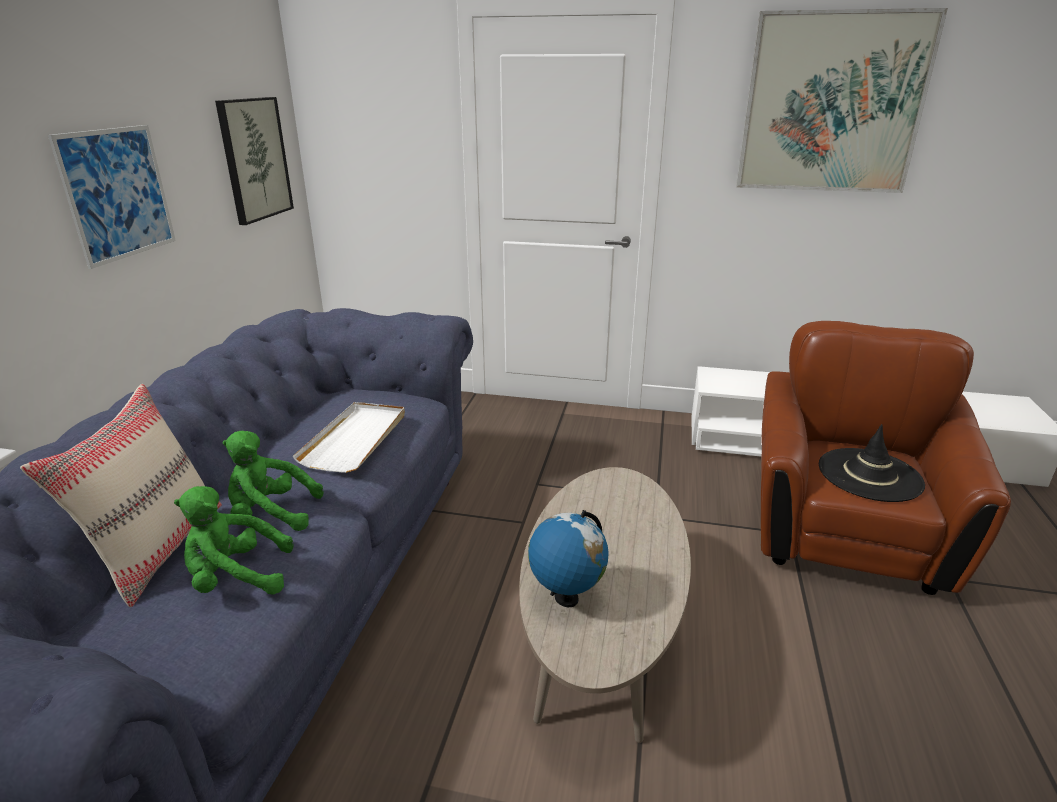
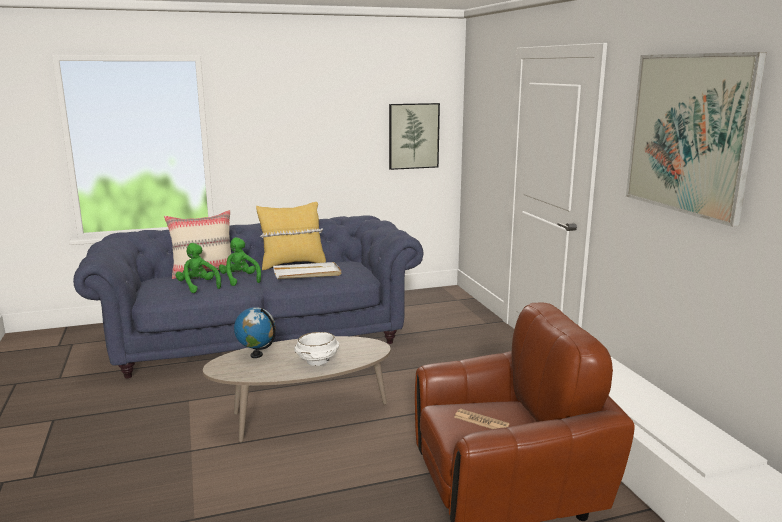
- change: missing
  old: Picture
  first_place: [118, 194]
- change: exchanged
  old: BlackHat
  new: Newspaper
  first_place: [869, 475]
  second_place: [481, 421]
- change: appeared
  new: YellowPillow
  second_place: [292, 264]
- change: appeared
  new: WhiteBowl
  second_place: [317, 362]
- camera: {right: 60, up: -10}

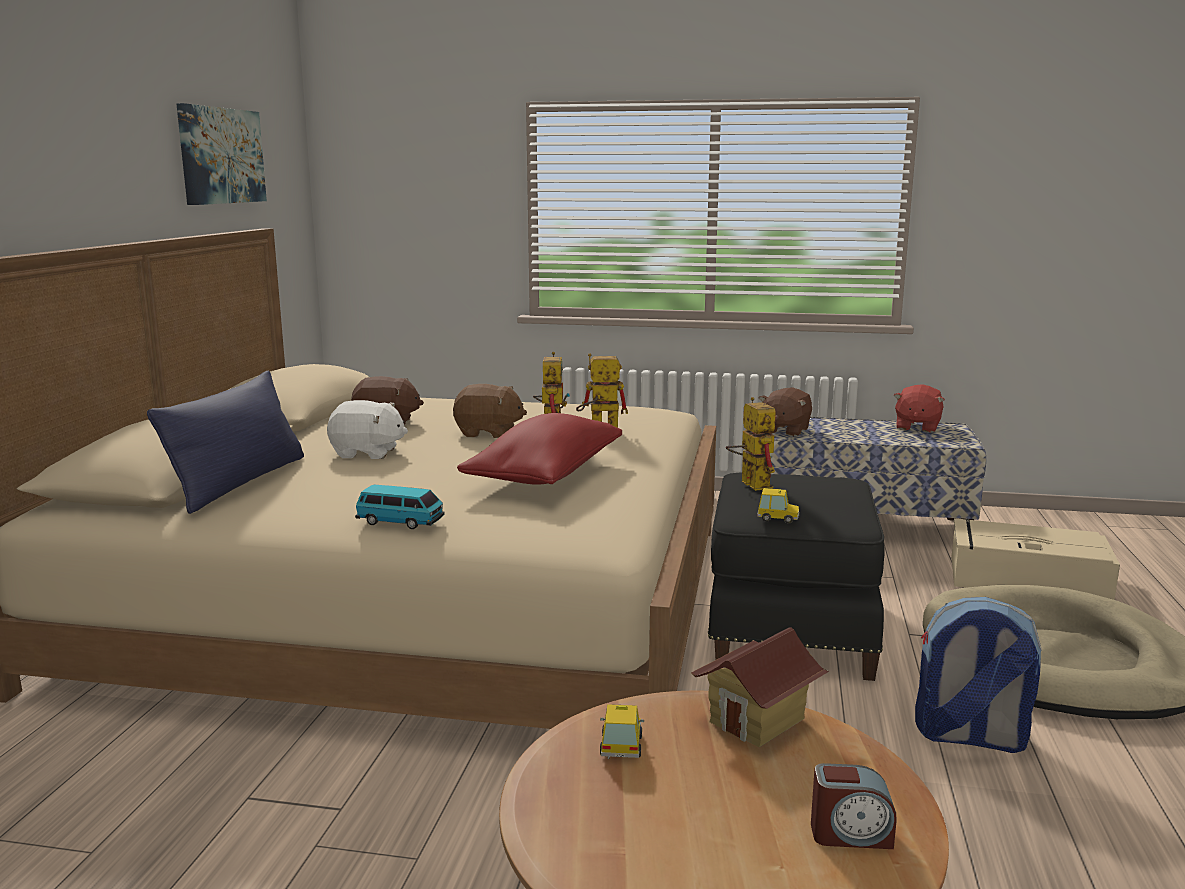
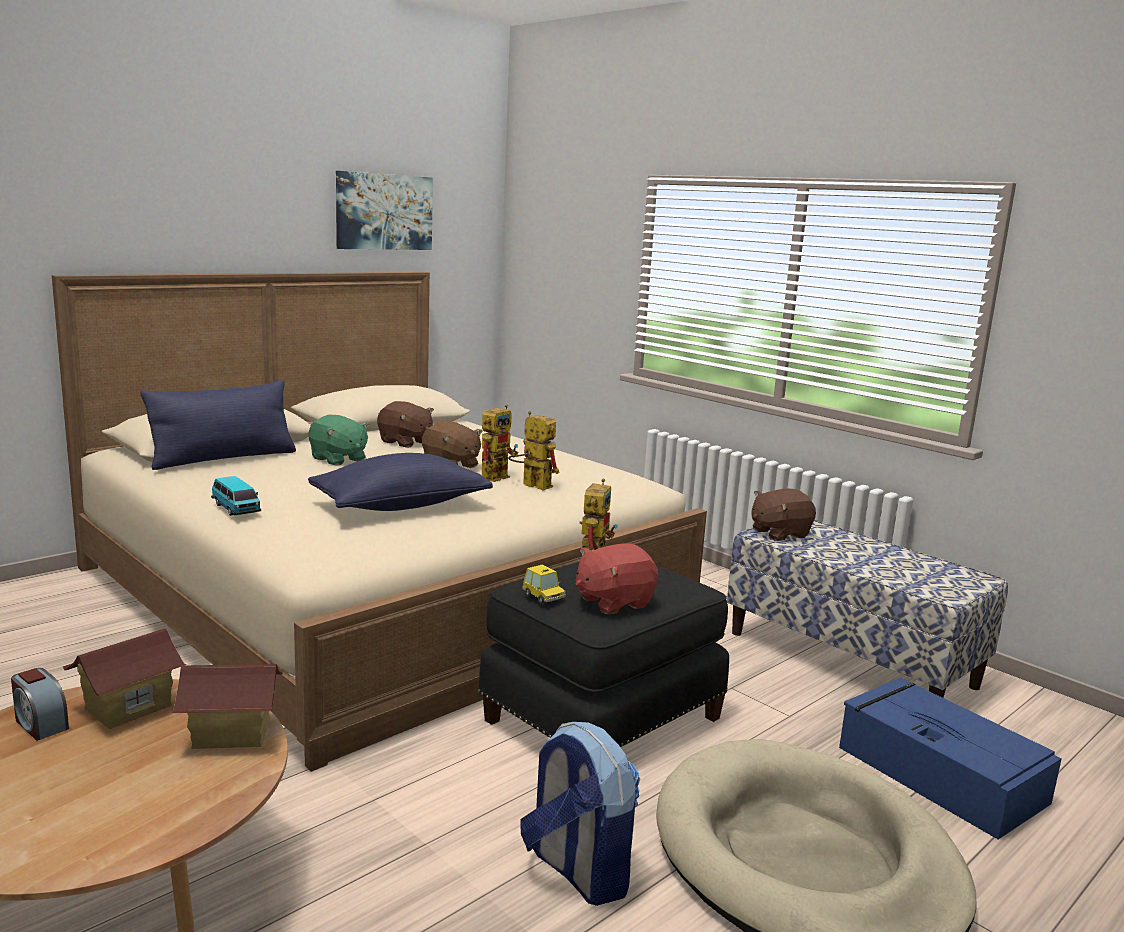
- change: colour
  old: WhitePlushToy
  new: GreenPlushToy
  first_place: [367, 453]
  second_place: [338, 459]
- change: colour
  old: RedPillow
  new: BluePillow
  first_place: [545, 476]
  second_place: [400, 506]
- change: exchanged
  old: ToyCar
  new: ToyHouse
  first_place: [621, 746]
  second_place: [128, 707]
- change: relocated
  old: AlarmClock
  first_place: [850, 834]
  second_place: [40, 724]
- change: relocated
  old: RedPlushToy
  first_place: [916, 427]
  second_place: [613, 601]
- change: colour
  old: BeigeStorageBox
  new: BlueStorageBox
  first_place: [1024, 579]
  second_place: [937, 773]
- camera: {right: 35, up: 0}

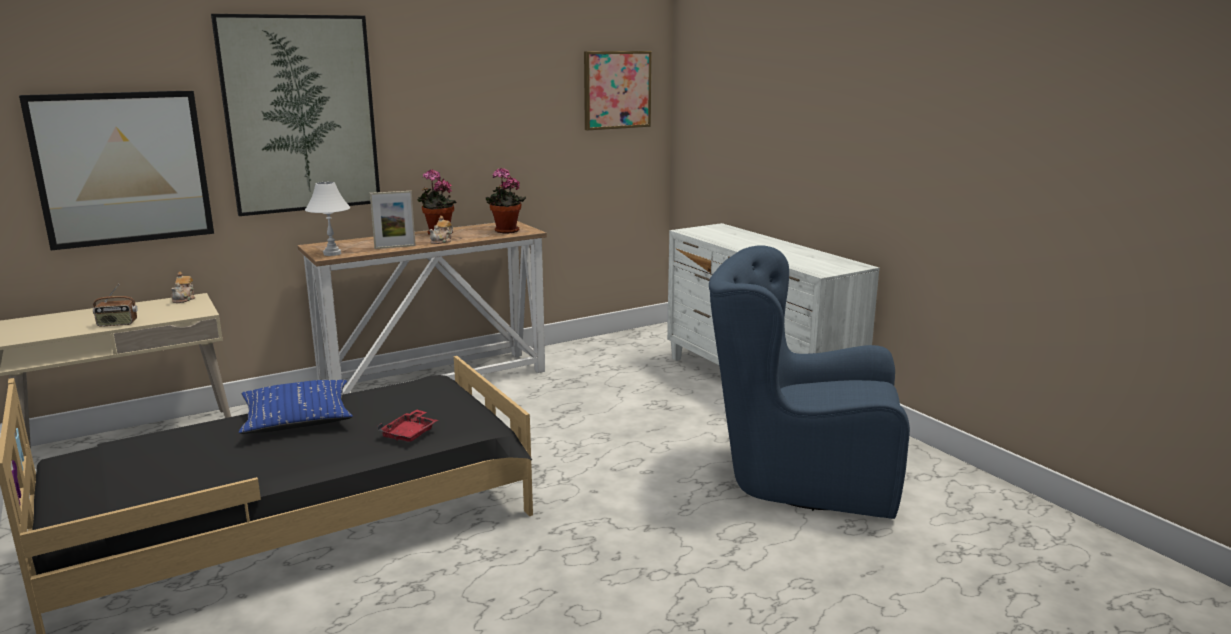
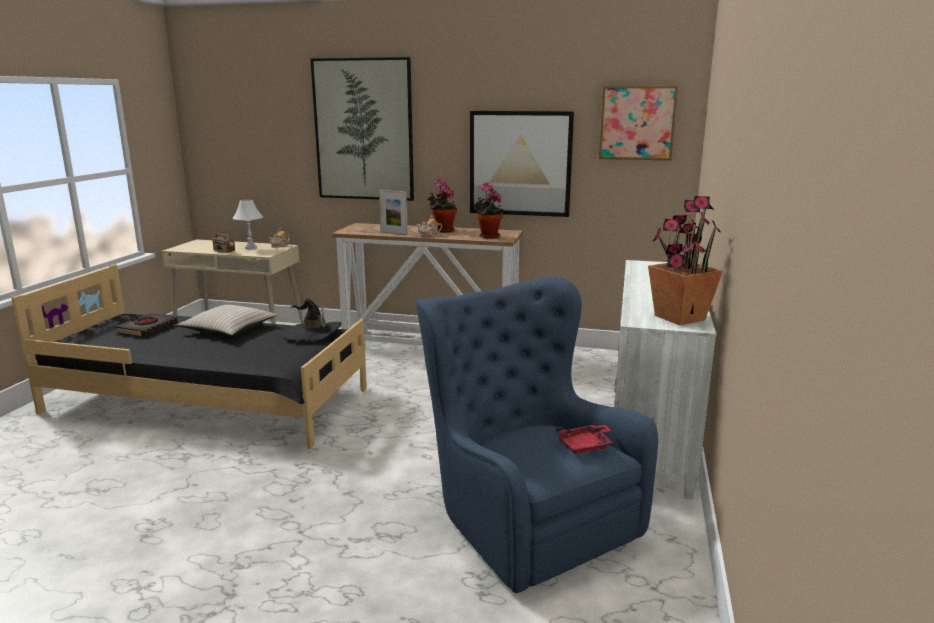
- change: relocated
  old: Picture
  first_place: [122, 168]
  second_place: [520, 163]
- change: colour
  old: BluePillow
  new: BeigePillow
  first_place: [297, 418]
  second_place: [229, 329]
- change: relocated
  old: WhiteTableLamp
  first_place: [332, 253]
  second_place: [251, 248]
- change: relocated
  old: RedTray
  first_place: [410, 433]
  second_place: [585, 446]
- change: appeared
  new: BlackBook
  second_place: [147, 329]
- change: appeared
  new: BlackHat
  second_place: [312, 334]
- change: appeared
  new: PottedPlant
  second_place: [679, 317]
- camera: {right: 45, up: 0}

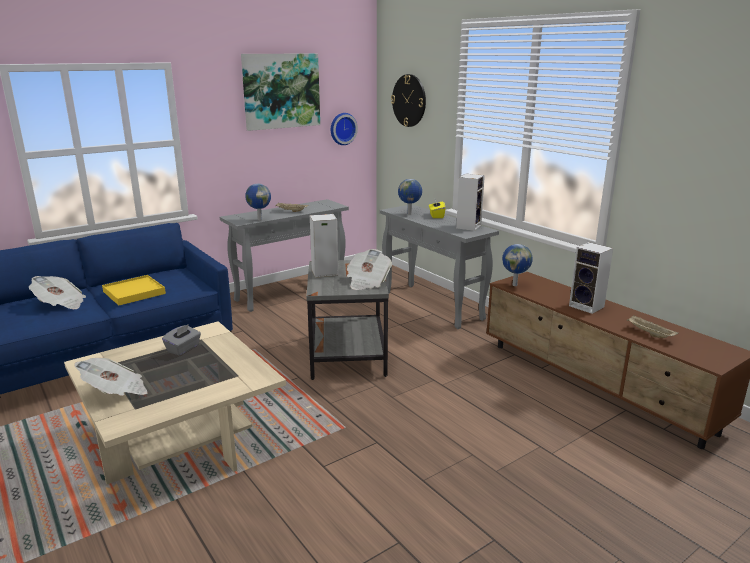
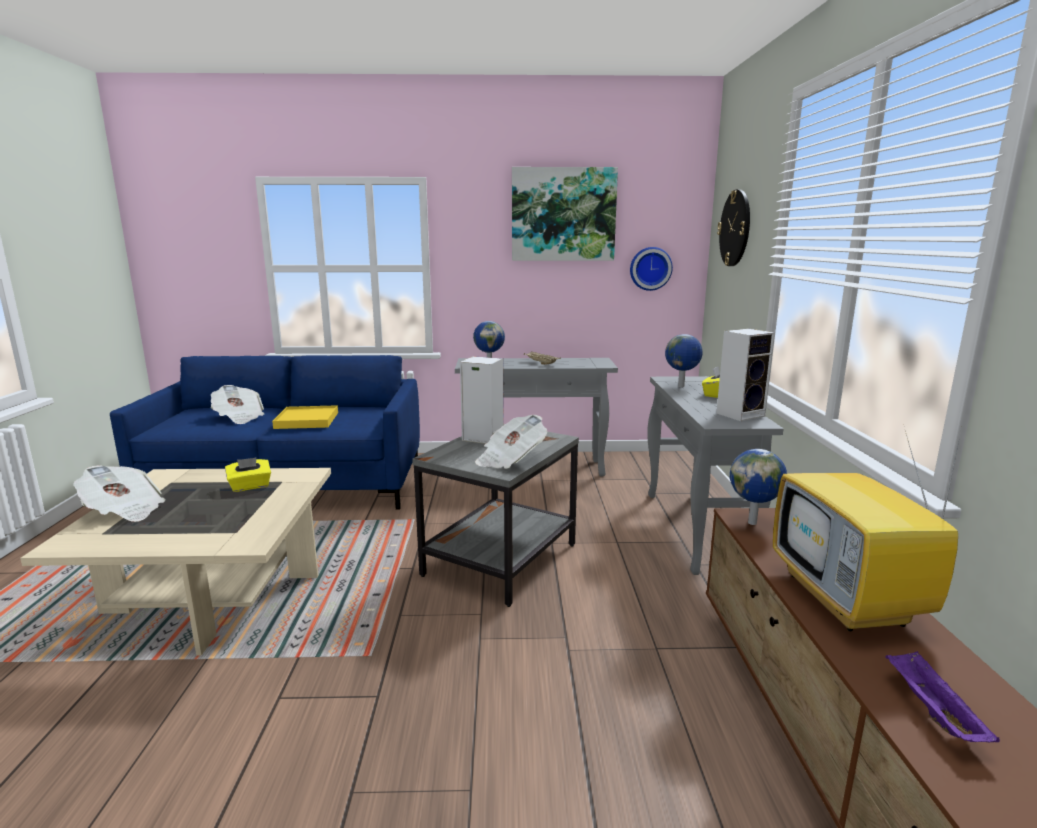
- change: colour
  old: GreyTissueBox
  new: YellowTissueBox
  first_place: [183, 349]
  second_place: [250, 486]
- change: exchanged
  old: Speaker
  new: Television
  first_place: [588, 306]
  second_place: [849, 601]
- change: colour
  old: BeigeTray
  new: PurpleTray
  first_place: [649, 334]
  second_place: [931, 710]
- camera: {right: 35, up: -5}

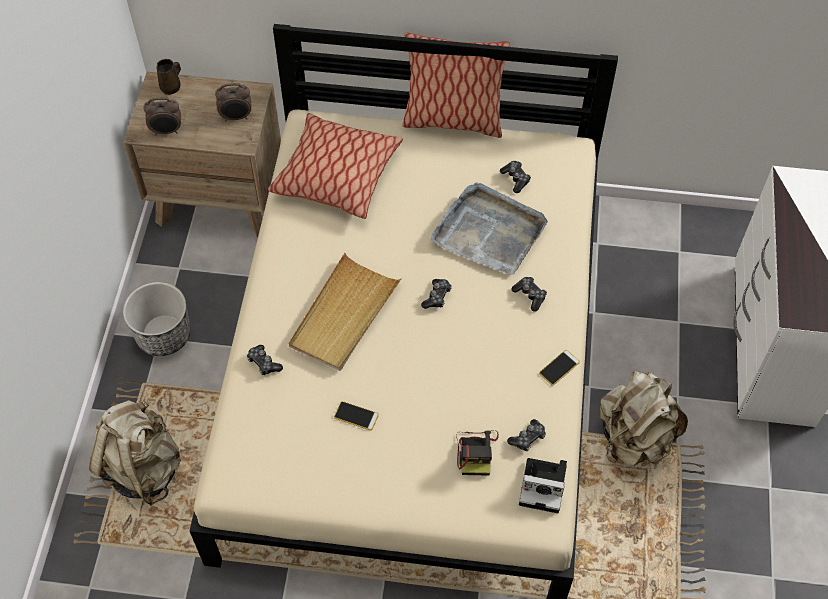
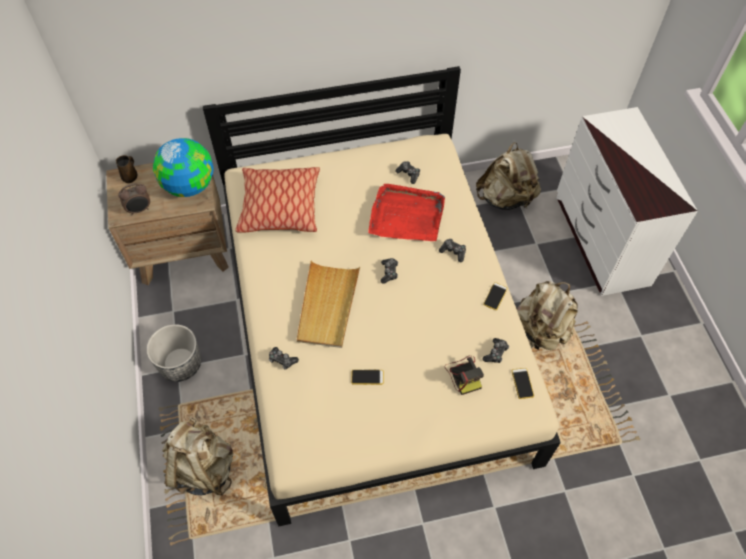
- change: exchanged
  old: AlarmClock
  new: Globe
  first_place: [236, 117]
  second_place: [189, 185]
- change: missing
  old: Pillow
  first_place: [452, 120]
- change: colour
  old: GreyTray
  new: RedTray
  first_place: [489, 231]
  second_place: [406, 215]
- change: exchanged
  old: PhotoCamera
  new: Phone
  first_place: [545, 486]
  second_place: [522, 383]
- change: appeared
  new: BeigeBackpack
  second_place: [505, 198]
- camera: {right: -20, up: 0}

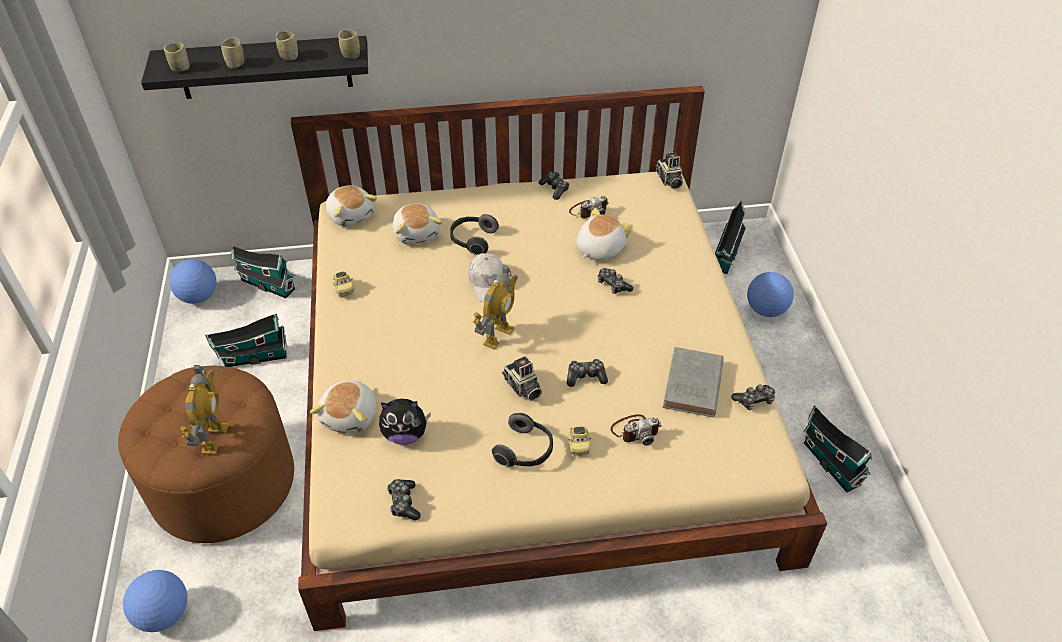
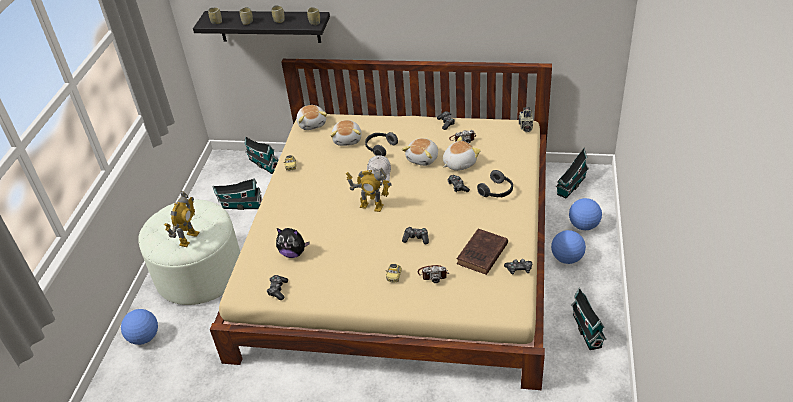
- change: colour
  old: BrownOttoman
  new: WhiteOttoman
  first_place: [223, 482]
  second_place: [199, 273]
- change: relocated
  old: Football
  first_place: [199, 297]
  second_place: [567, 258]
- change: relocated
  old: PlushToy
  first_place: [351, 416]
  second_place: [423, 158]
- change: spun
  old: ToyRobot
  first_place: [497, 336]
  second_place: [371, 206]
  degrees: 60
- change: relocated
  old: Headphones
  first_place: [525, 451]
  second_place: [497, 192]
- change: missing
  old: PhotoCamera
  first_place: [522, 388]
- change: colour
  old: GreyBook
  new: BrownBook
  first_place: [692, 387]
  second_place: [481, 255]
- camera: {right: 20, up: -5}

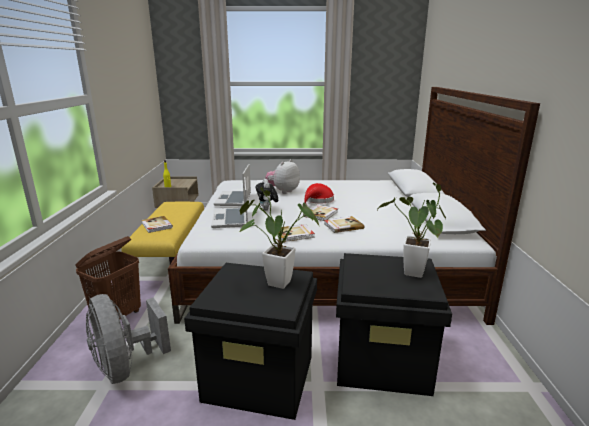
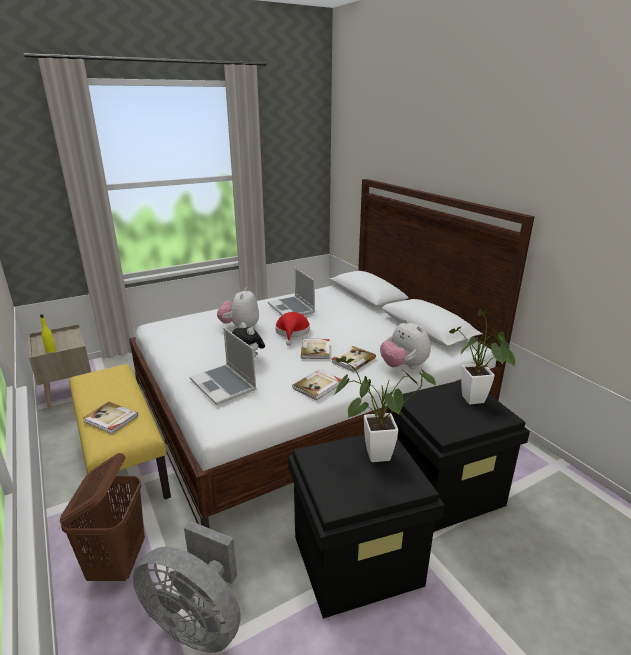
- change: relocated
  old: Laptop
  first_place: [234, 200]
  second_place: [292, 308]
- change: appeared
  new: PlushToy
  second_place: [403, 366]
- camera: {right: -30, up: 5}

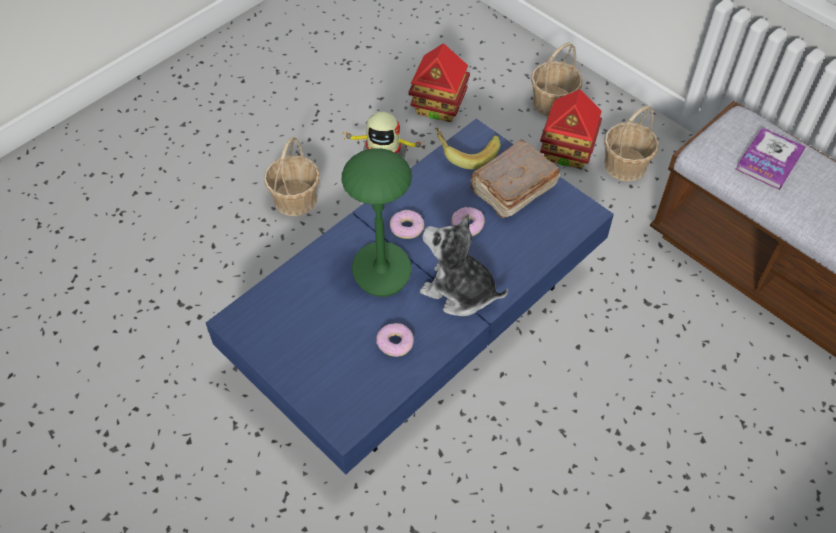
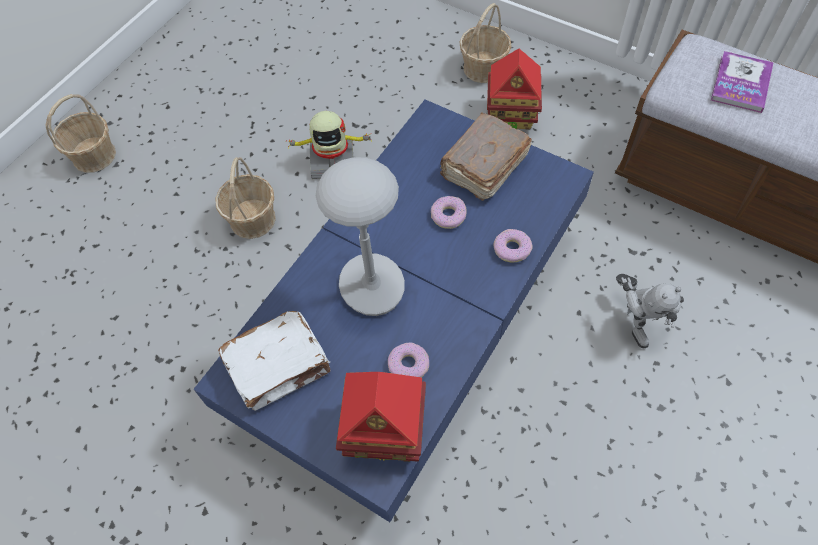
- change: colour
  old: GreenTableLamp
  new: GreyTableLamp
  first_place: [381, 271]
  second_place: [371, 286]
- change: relocated
  old: Donut
  first_place: [406, 227]
  second_place: [511, 249]
- change: relocated
  old: ToyHouse
  first_place: [439, 107]
  second_place: [385, 432]
- change: missing
  old: PlushToy
  first_place: [459, 291]
- change: missing
  old: Banana
  first_place: [466, 153]
- change: relocated
  old: Basket
  first_place: [625, 165]
  second_place: [94, 155]
- change: appeared
  new: WhiteBook
  second_place: [280, 367]
- change: appeared
  new: ToyRobot
  second_place: [635, 322]
- camera: {right: -10, up: 5}

